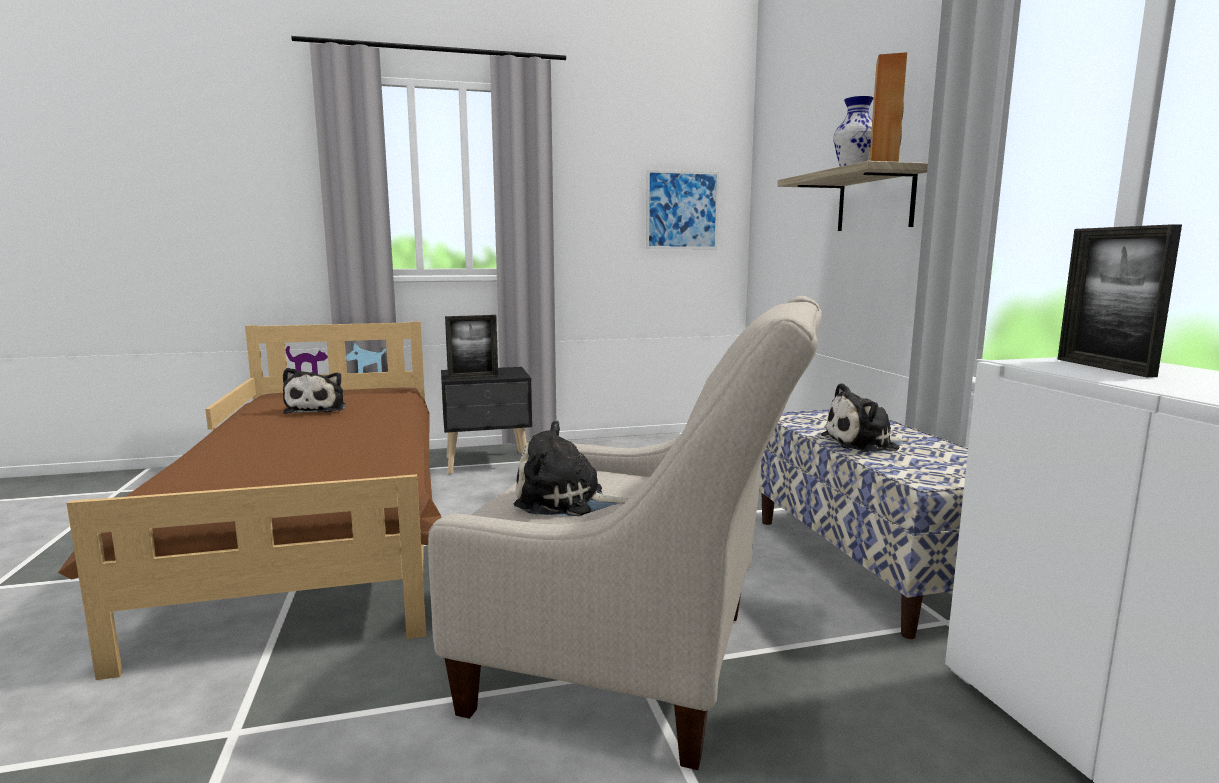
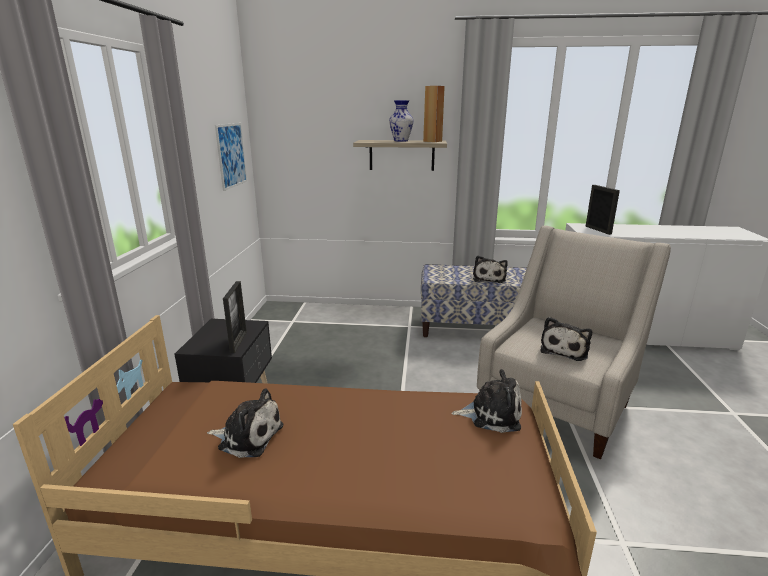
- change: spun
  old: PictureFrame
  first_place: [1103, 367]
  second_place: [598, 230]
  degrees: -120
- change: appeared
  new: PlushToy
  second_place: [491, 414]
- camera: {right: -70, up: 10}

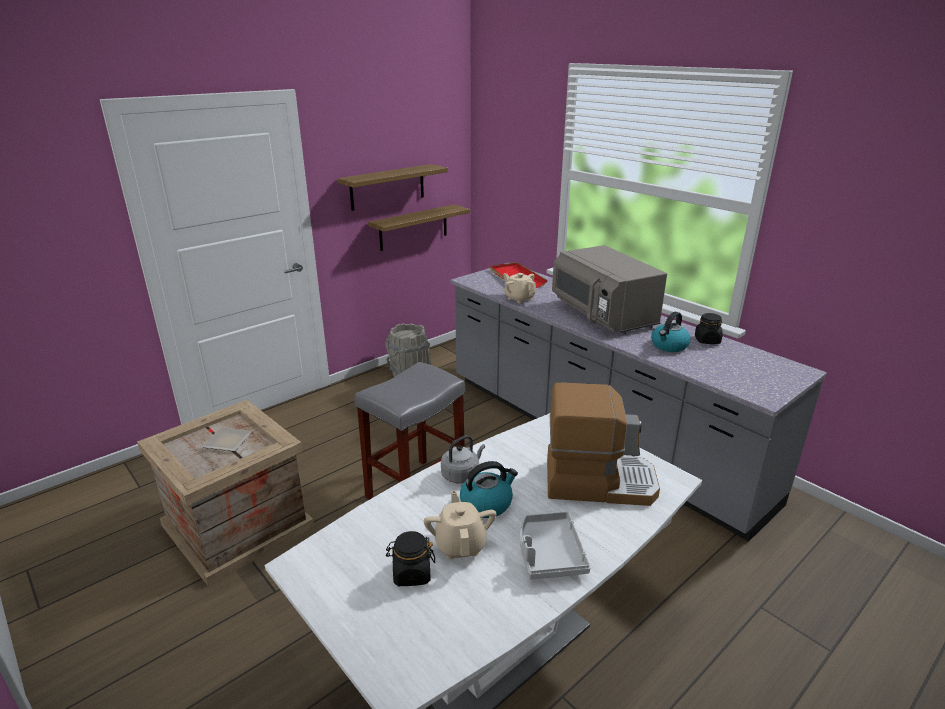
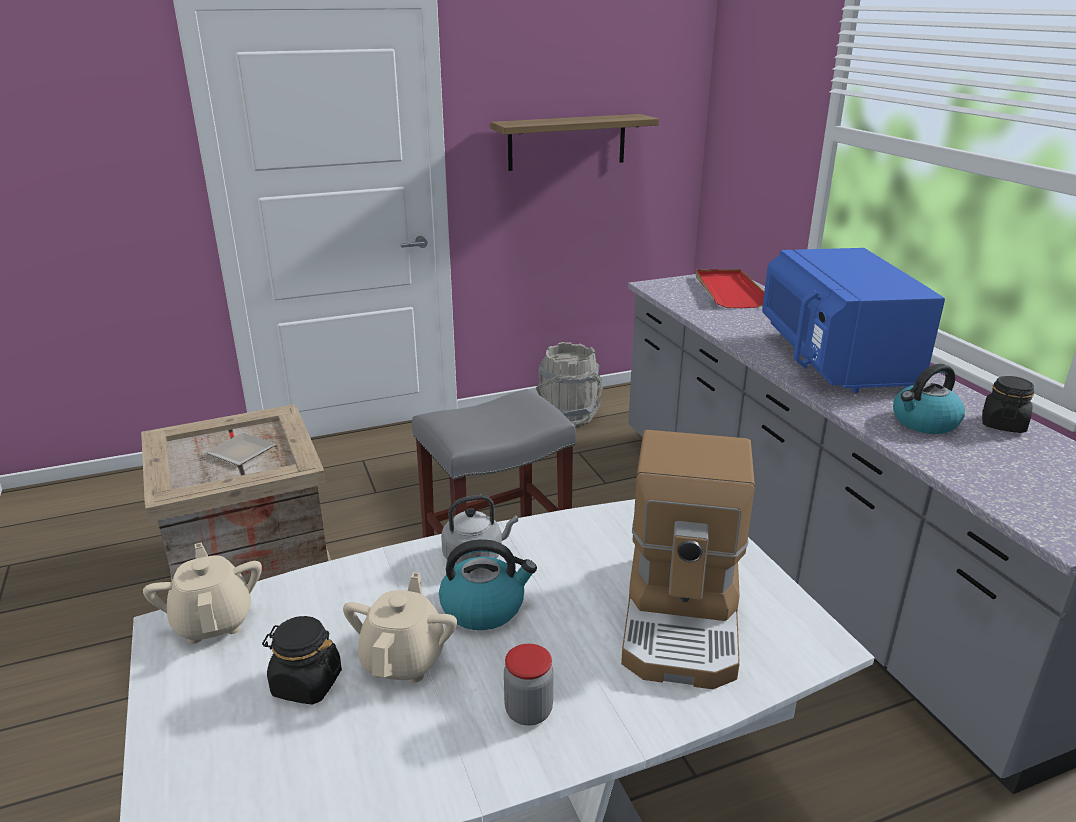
- change: missing
  old: Shelf
  first_place: [413, 227]
- change: relocated
  old: BeigeTeapot
  first_place: [519, 298]
  second_place: [213, 621]
- change: exchanged
  old: GreyTray
  new: Jar
  first_place: [549, 554]
  second_place: [528, 711]
- change: spun
  old: CoffeeMachine
  first_place: [598, 481]
  second_place: [684, 615]
  degrees: 75
- change: colour
  old: GreyMicrowave
  new: BlueMicrowave
  first_place: [602, 316]
  second_place: [834, 361]
- camera: {right: 20, up: 0}

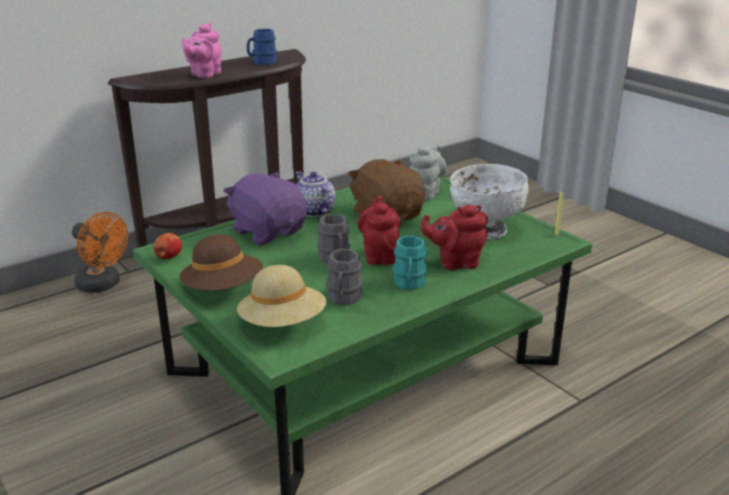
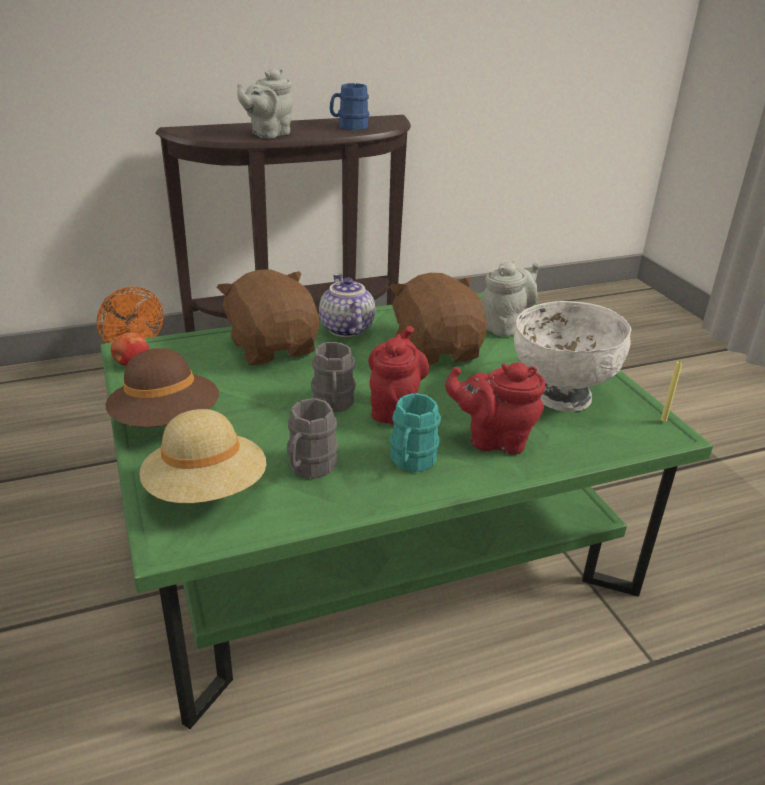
- change: colour
  old: PinkTeapot
  new: GreyTeapot
  first_place: [204, 74]
  second_place: [268, 134]
- change: colour
  old: PurplePlushToy
  new: BrownPlushToy
  first_place: [268, 231]
  second_place: [273, 347]
- camera: {right: 15, up: 5}

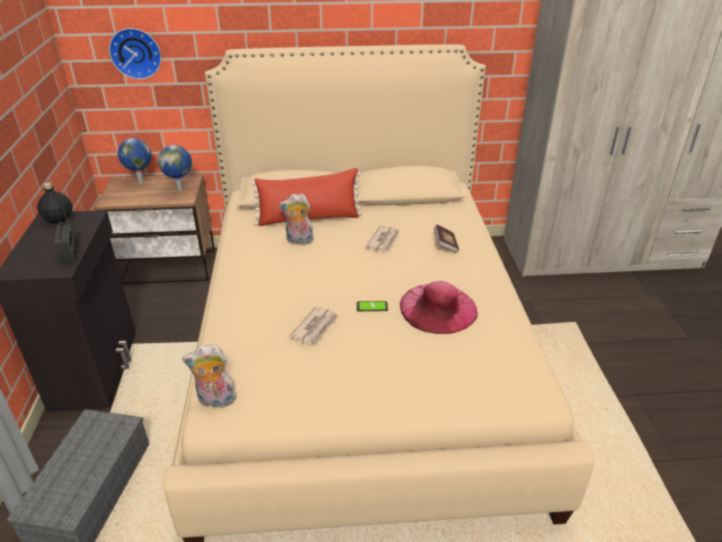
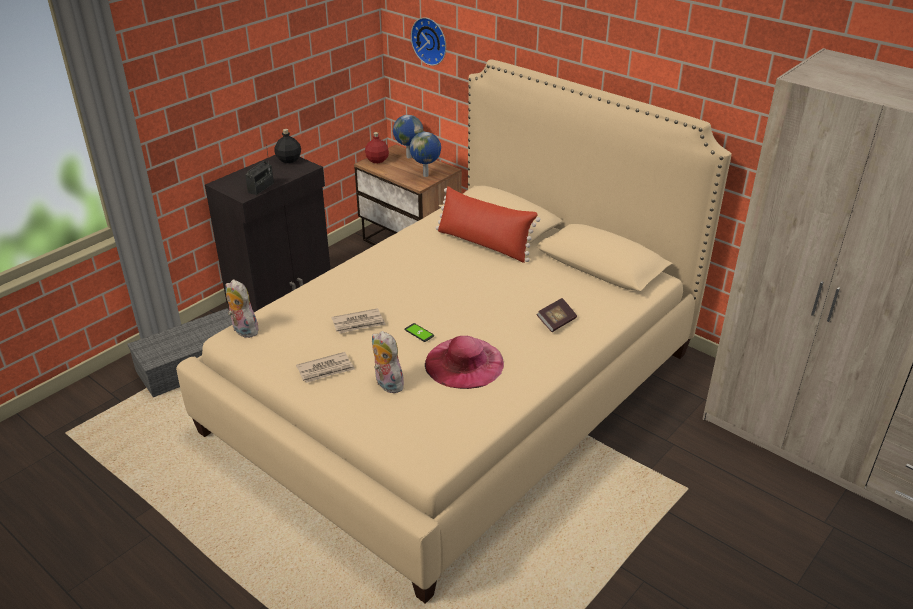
- change: relocated
  old: PlushToy
  first_place: [299, 241]
  second_place: [386, 384]
- change: relocated
  old: Newspaper
  first_place: [384, 240]
  second_place: [326, 369]
- change: appeared
  new: RedBottle
  second_place: [377, 160]
- camera: {right: 45, up: 0}

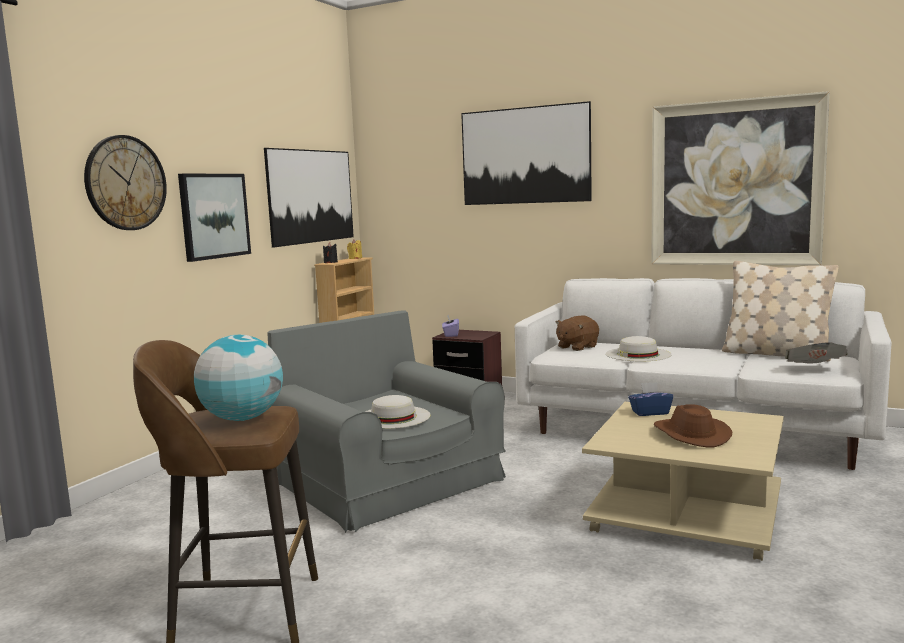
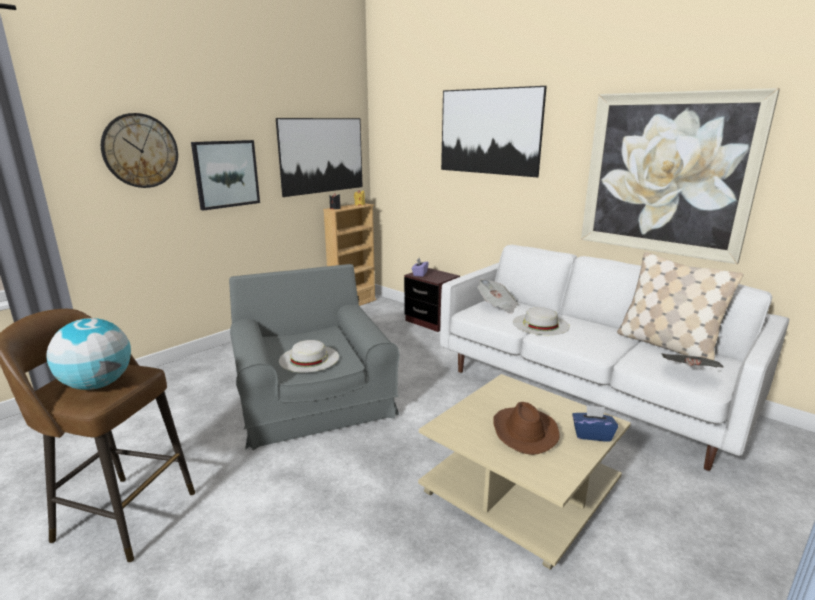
- change: exchanged
  old: BrownPlushToy
  new: Newspaper
  first_place: [576, 347]
  second_place: [497, 306]
- change: relocated
  old: BlueTissueBox
  first_place: [650, 412]
  second_place: [592, 434]
- camera: {right: 15, up: 10}

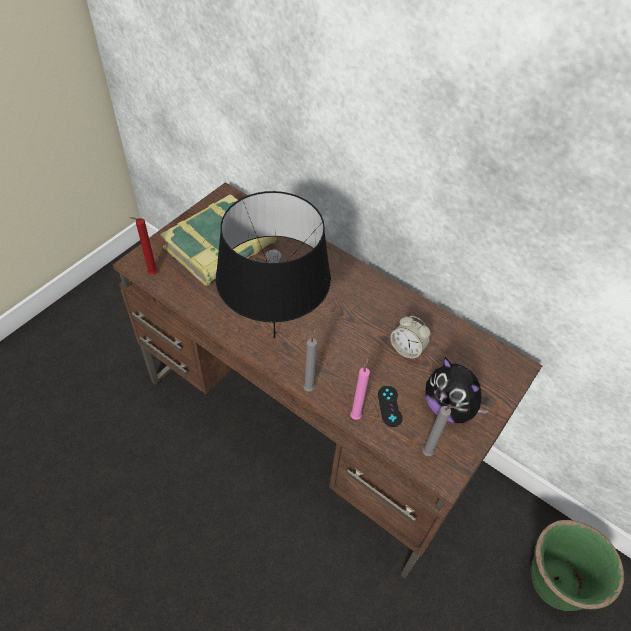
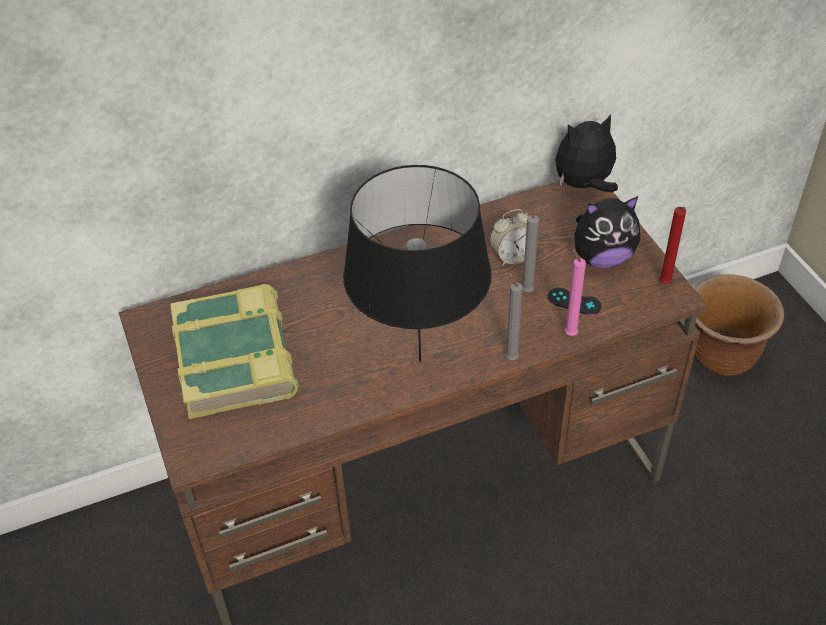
- change: relocated
  old: RedCandle
  first_place: [151, 274]
  second_place: [665, 285]
- change: relocated
  old: GreyCandle
  first_place: [429, 453]
  second_place: [529, 290]
- change: colour
  old: GreenPlanter
  new: BrownPlanter
  first_place: [554, 582]
  second_place: [722, 357]
- change: appeared
  new: PlushToy
  second_place: [584, 185]
- camera: {right: -55, up: -5}

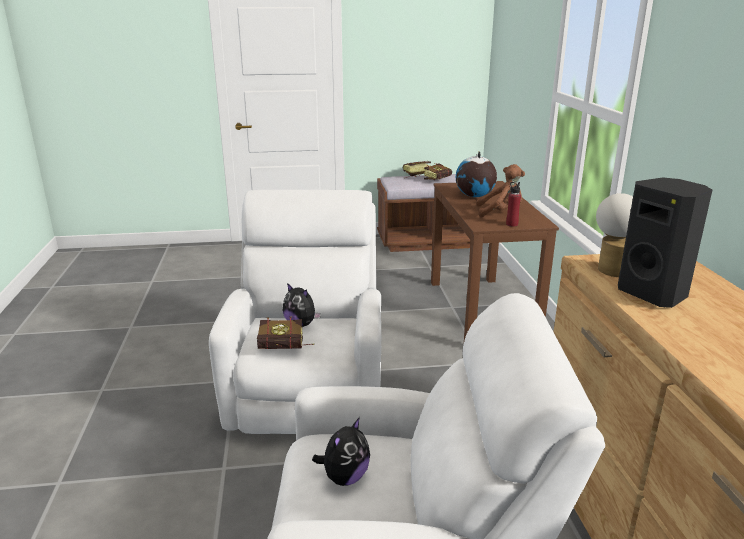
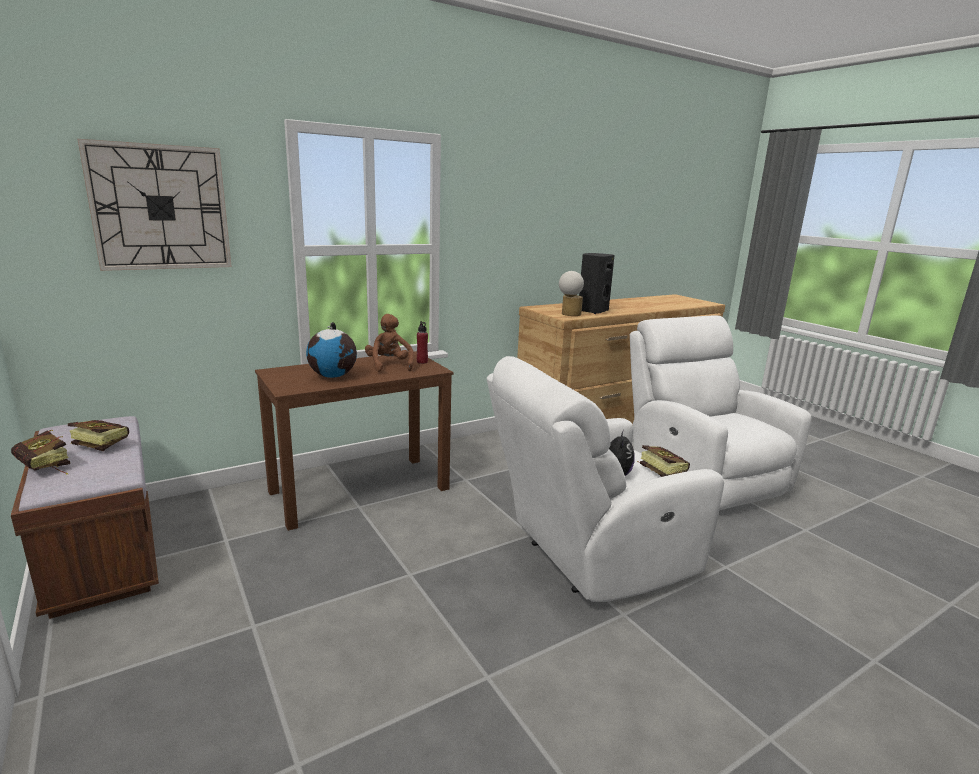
- change: missing
  old: PlushToy
  first_place: [344, 477]
- change: appeared
  new: WallClock
  second_place: [160, 208]
- camera: {right: -115, up: -5}

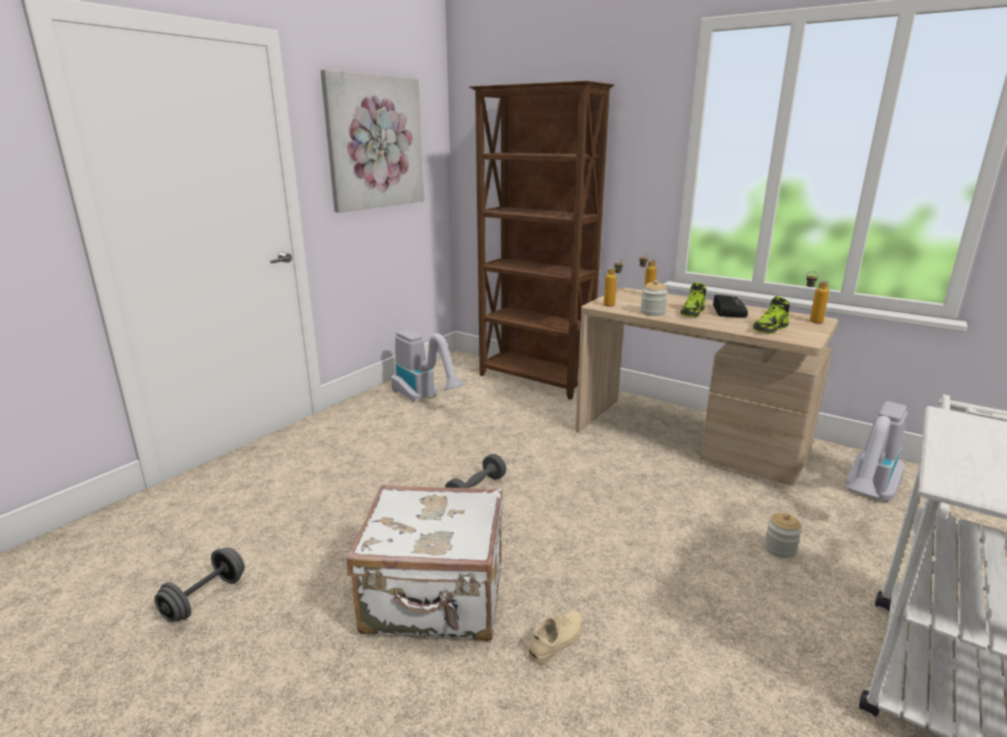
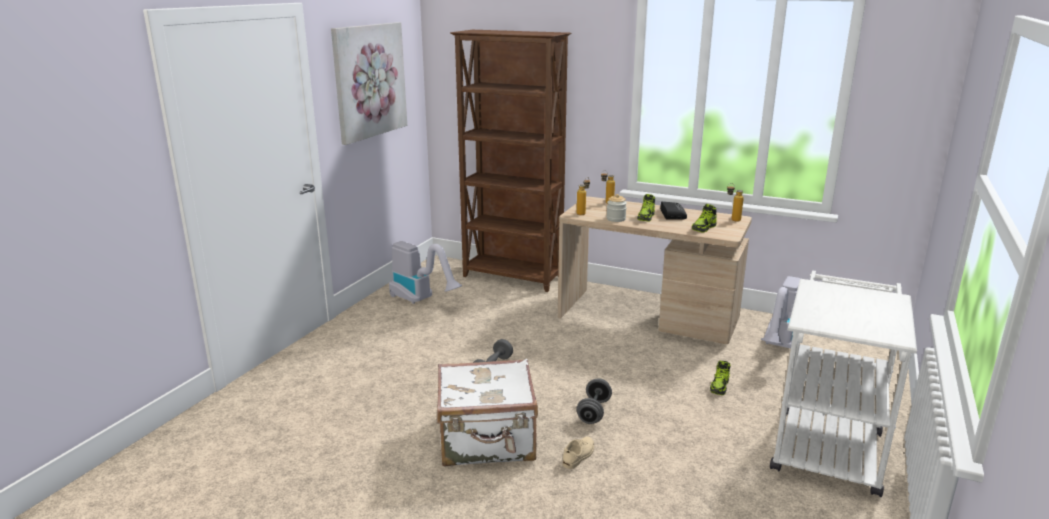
- change: relocated
  old: GreyDumbbell
  first_place: [205, 598]
  second_place: [594, 412]
- change: exchanged
  old: Jar
  new: Shoe
  first_place: [779, 549]
  second_place: [719, 387]
- camera: {right: -10, up: 0}

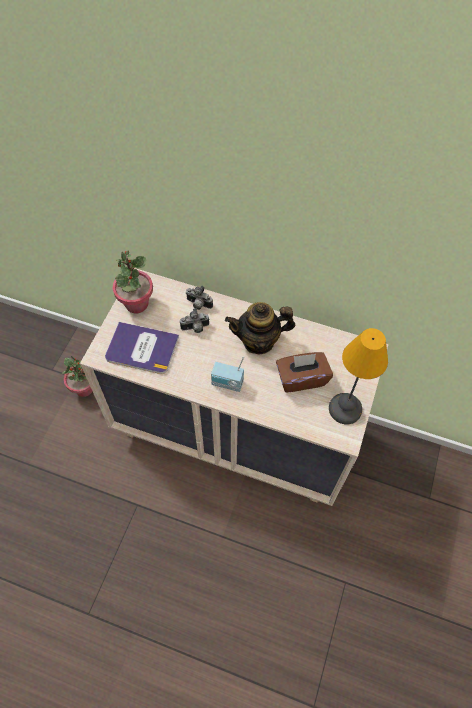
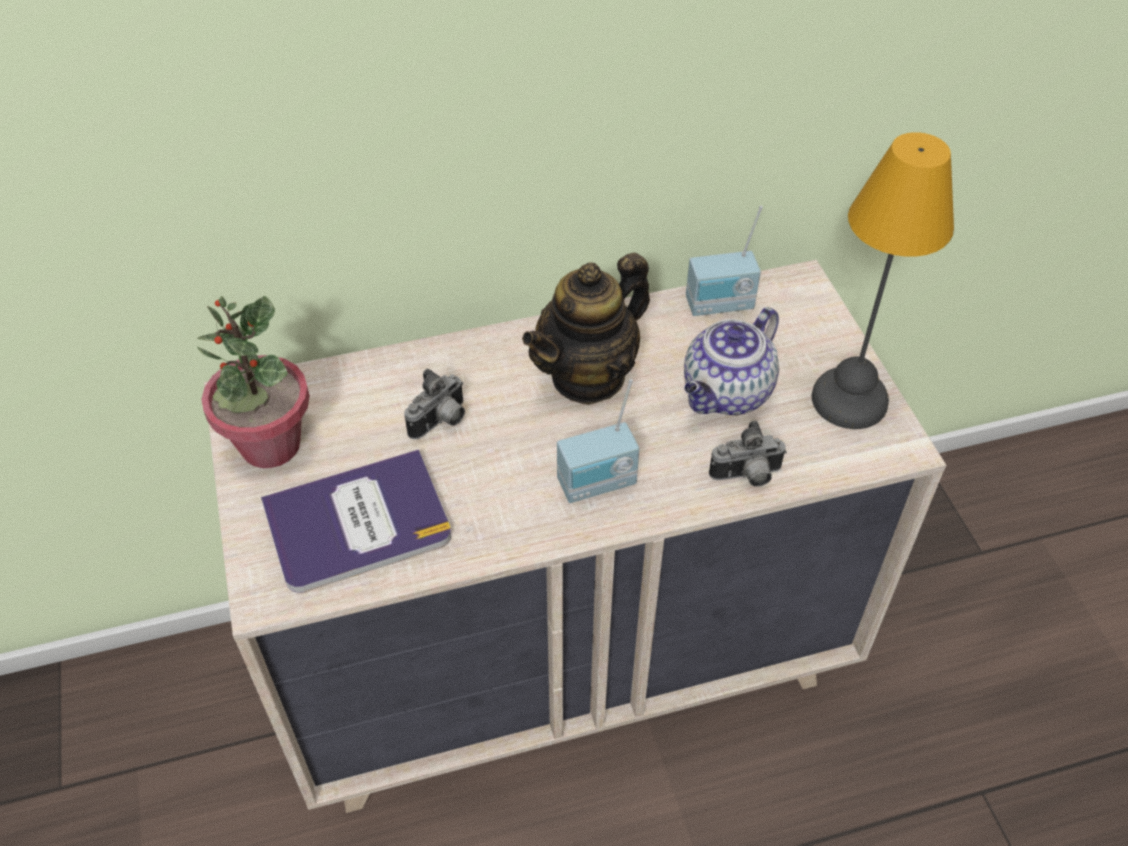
- change: missing
  old: PottedPlant
  first_place: [84, 388]
- change: relocated
  old: PhotoCamera
  first_place: [198, 305]
  second_place: [747, 477]
- change: exchanged
  old: BrownTissueBox
  new: Teapot
  first_place: [301, 378]
  second_place: [726, 394]
- change: appeared
  new: Radio
  second_place: [720, 306]
- camera: {right: -35, up: -10}

